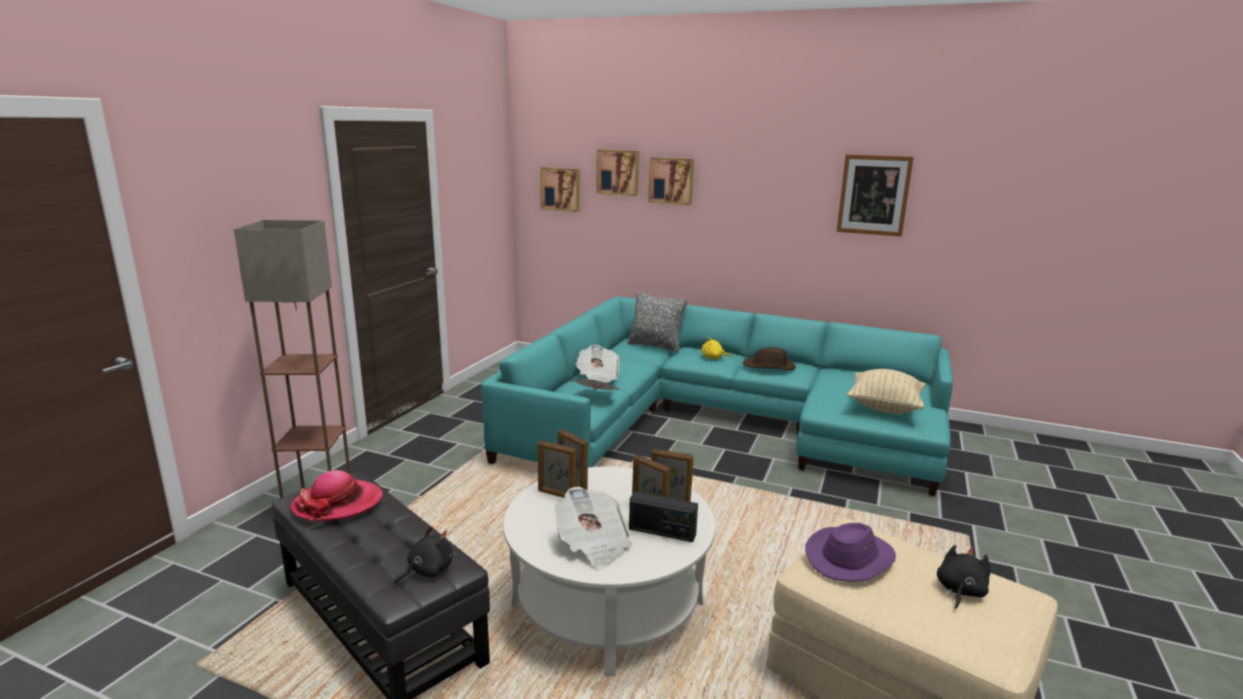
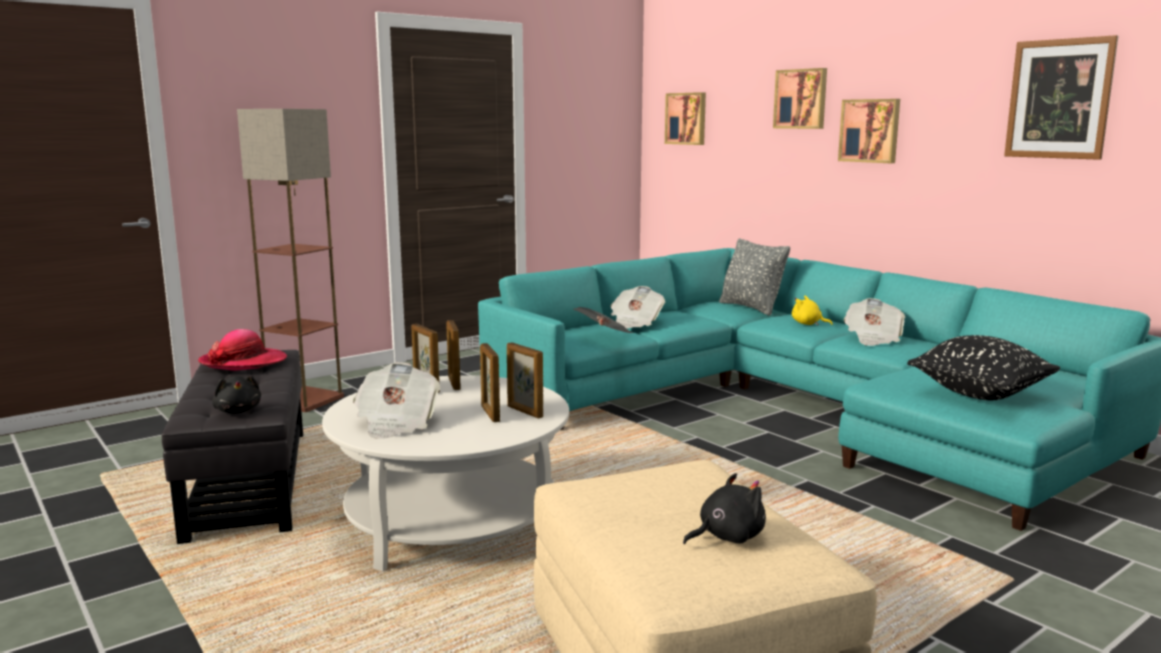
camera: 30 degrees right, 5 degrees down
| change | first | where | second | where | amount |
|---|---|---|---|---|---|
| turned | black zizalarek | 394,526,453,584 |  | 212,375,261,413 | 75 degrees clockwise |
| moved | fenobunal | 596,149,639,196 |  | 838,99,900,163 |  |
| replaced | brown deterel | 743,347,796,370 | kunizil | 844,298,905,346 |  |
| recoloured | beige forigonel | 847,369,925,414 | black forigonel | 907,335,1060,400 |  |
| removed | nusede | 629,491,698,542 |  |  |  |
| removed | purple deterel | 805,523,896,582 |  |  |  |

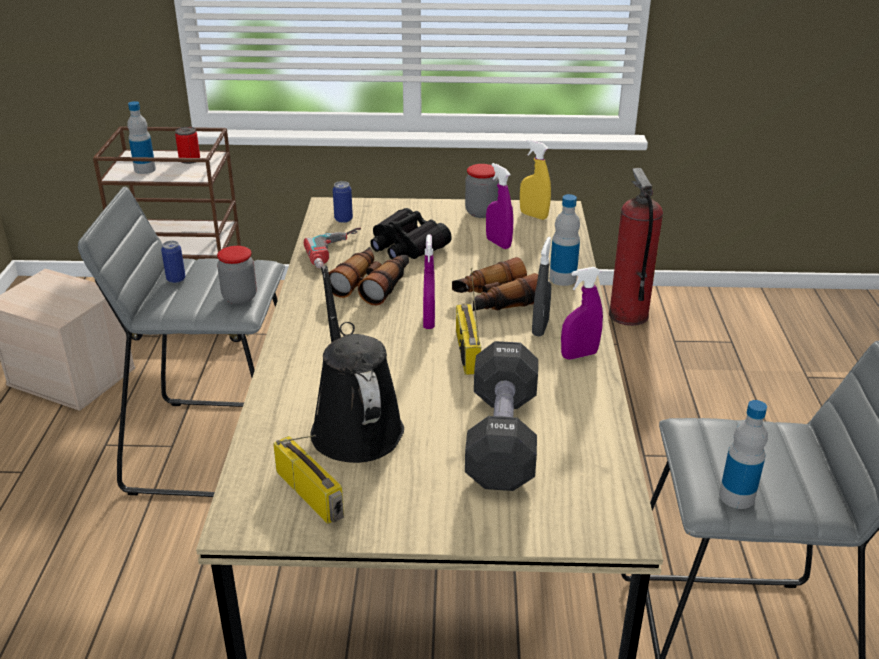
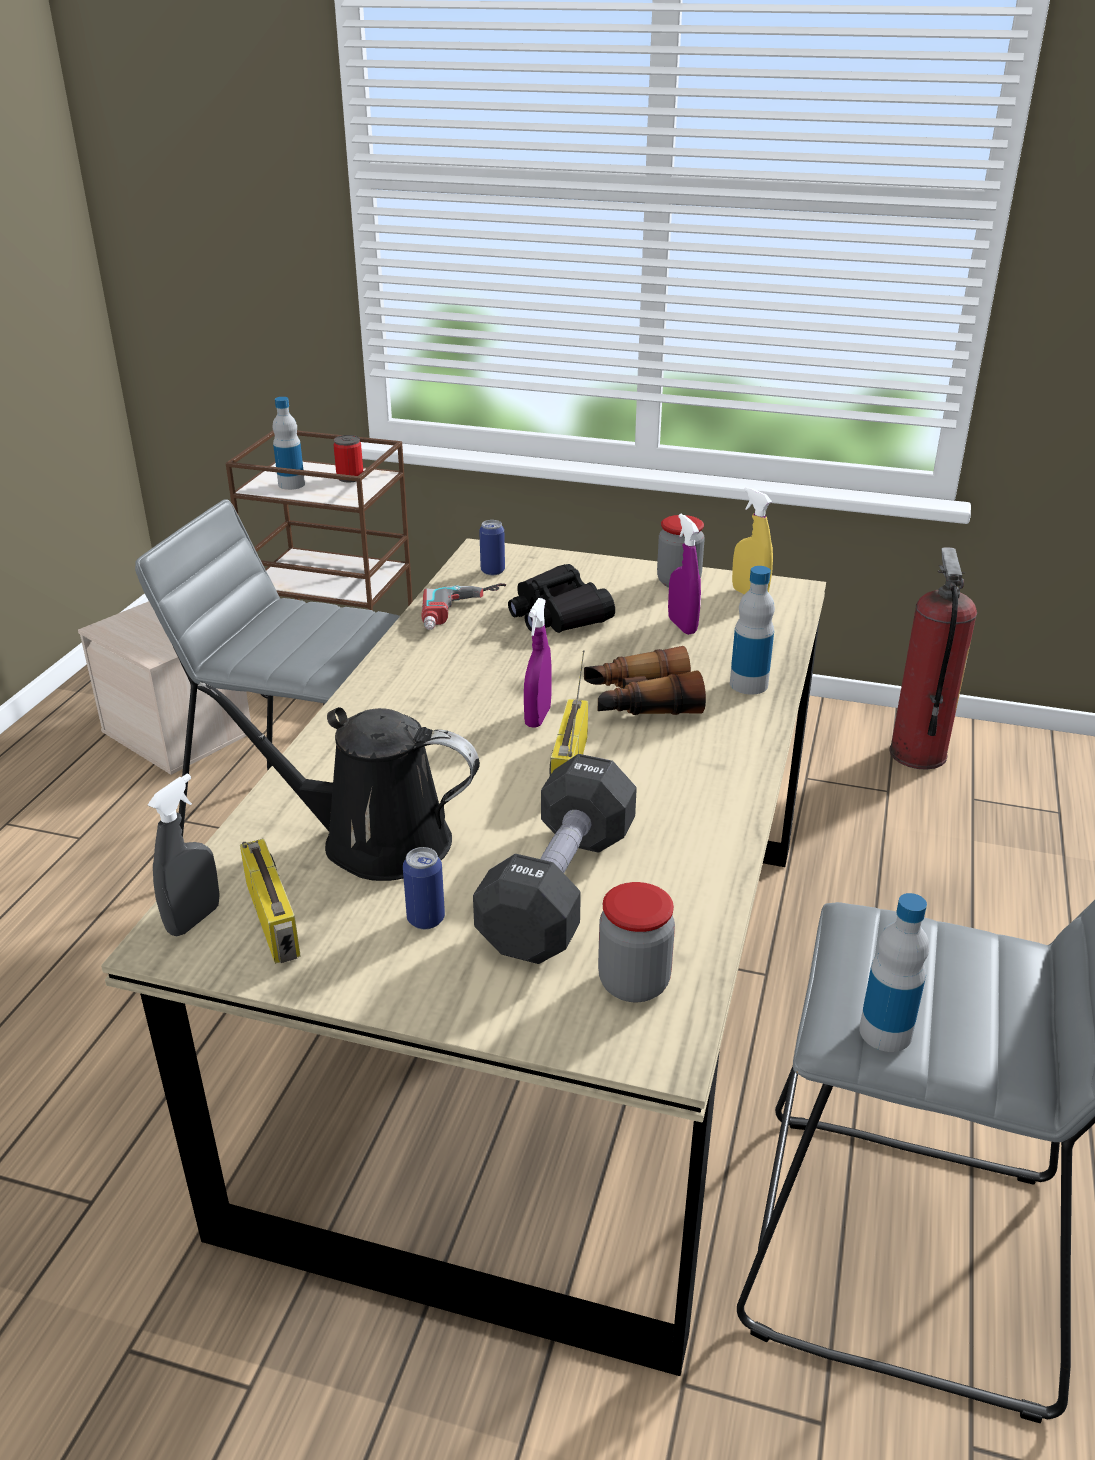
camera: 15 degrees right, 0 degrees up
| change | first | where | second | where | amount |
|---|---|---|---|---|---|
| moved | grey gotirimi | 532,237,551,337 |  | 148,774,220,936 |  |
| turned | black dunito | 311,265,404,463 |  | 197,681,480,881 | 75 degrees counterclockwise |
| moved | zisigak | 161,241,186,283 |  | 403,847,445,929 |  |
| moved | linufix | 217,246,257,304 |  | 598,882,675,1002 |  |
| removed | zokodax | 329,247,409,306 |  |  |  |
| removed | purple gotirimi | 561,267,603,360 |  |  |  |

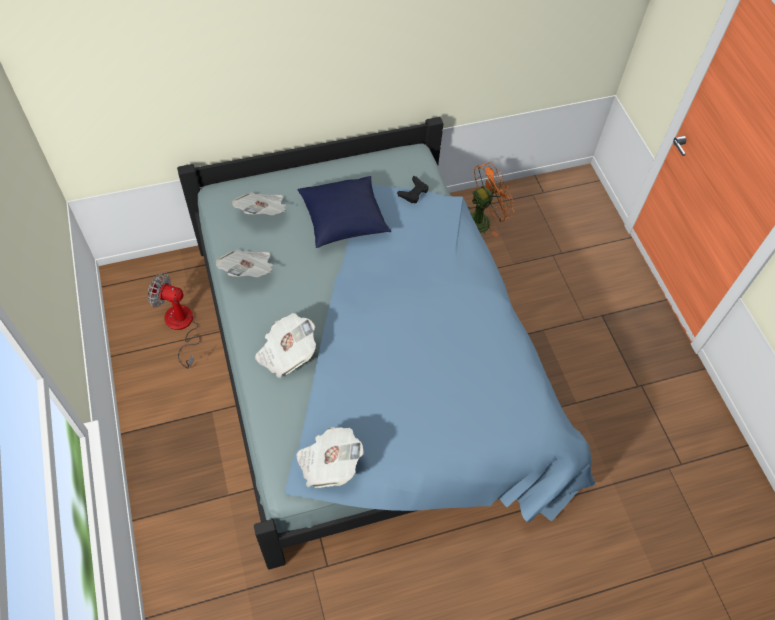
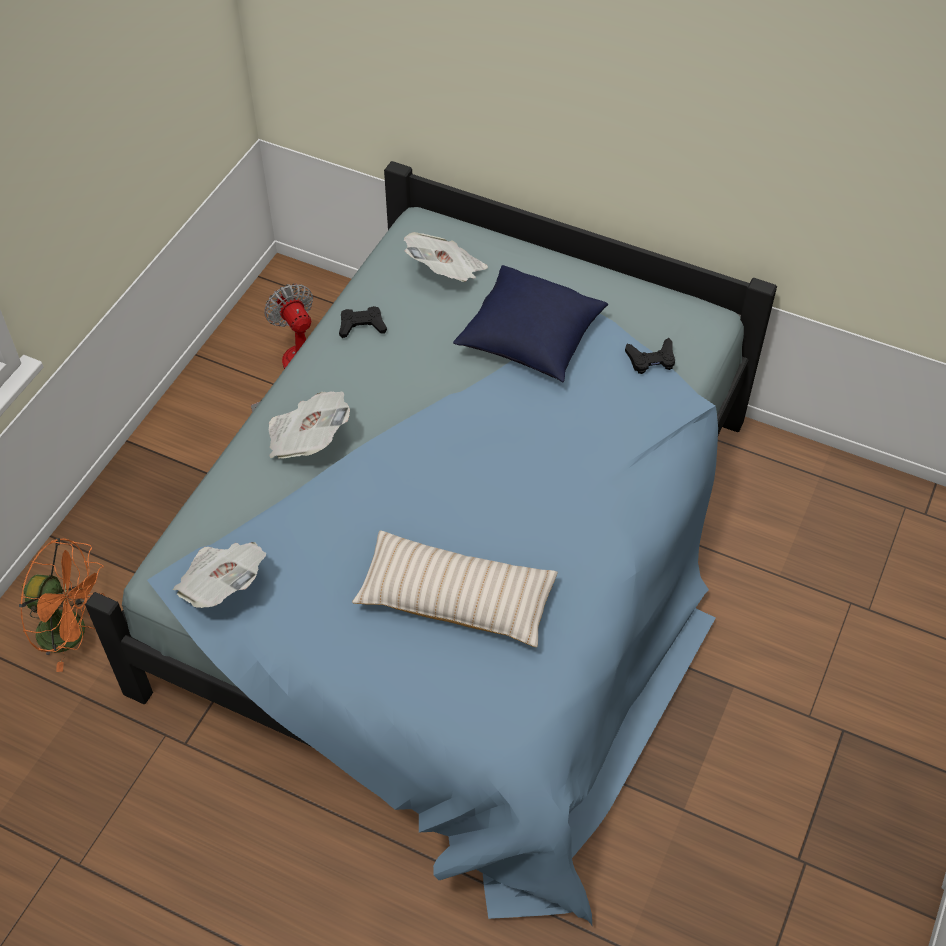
camera: 45 degrees right, 5 degrees down
| change | first | where | second | where | amount |
|---|---|---|---|---|---|
| moved | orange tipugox | 468,162,515,237 |  | 19,538,105,672 |  |
| replaced | kunizil | 216,249,273,277 | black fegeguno | 339,306,387,338 |  |
| added |  |  | beige forigonel | 352,530,558,647 |  |

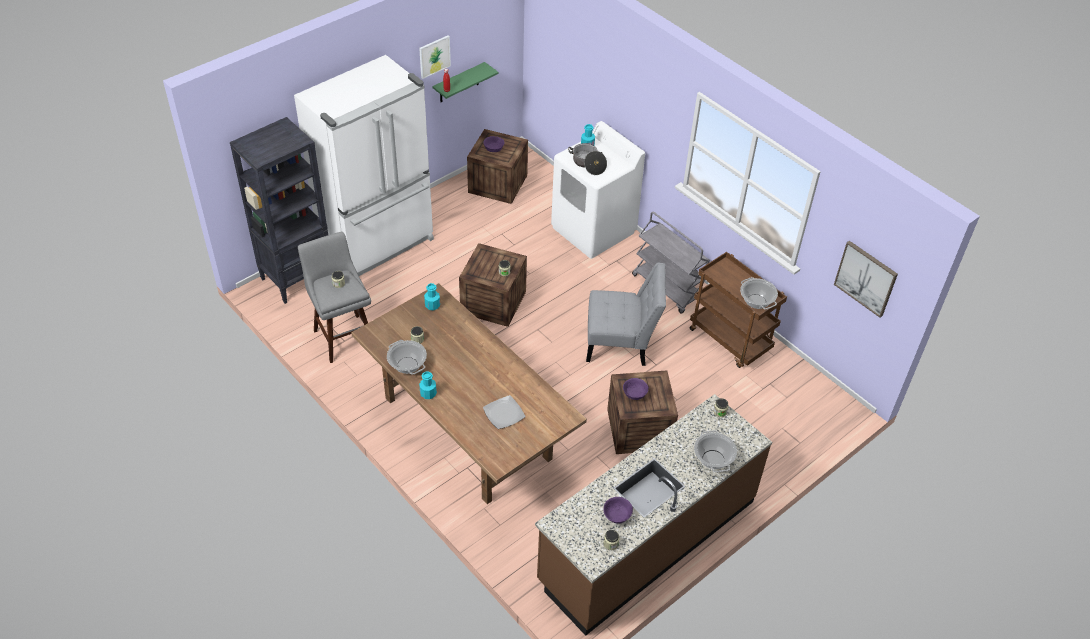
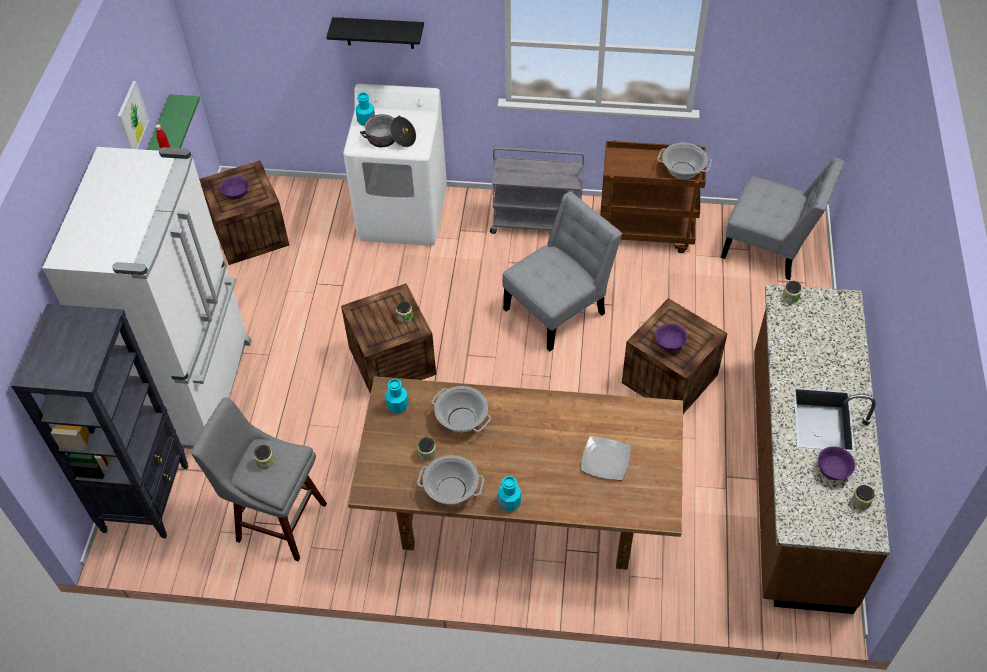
camera: 40 degrees left, 5 degrees up
| change | first | where | second | where | amount |
|---|---|---|---|---|---|
| added |  |  | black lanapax | 326,17,424,49 |  |
| moved | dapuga | 694,430,737,472 |  | 432,386,491,432 |  |
| added |  |  | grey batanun | 721,158,845,280 |  |
| removed | fenobunal | 834,241,898,318 |  |  |  |

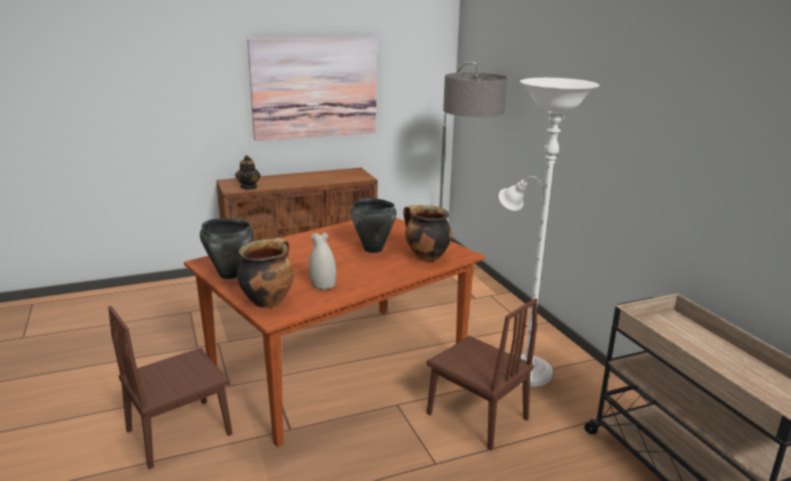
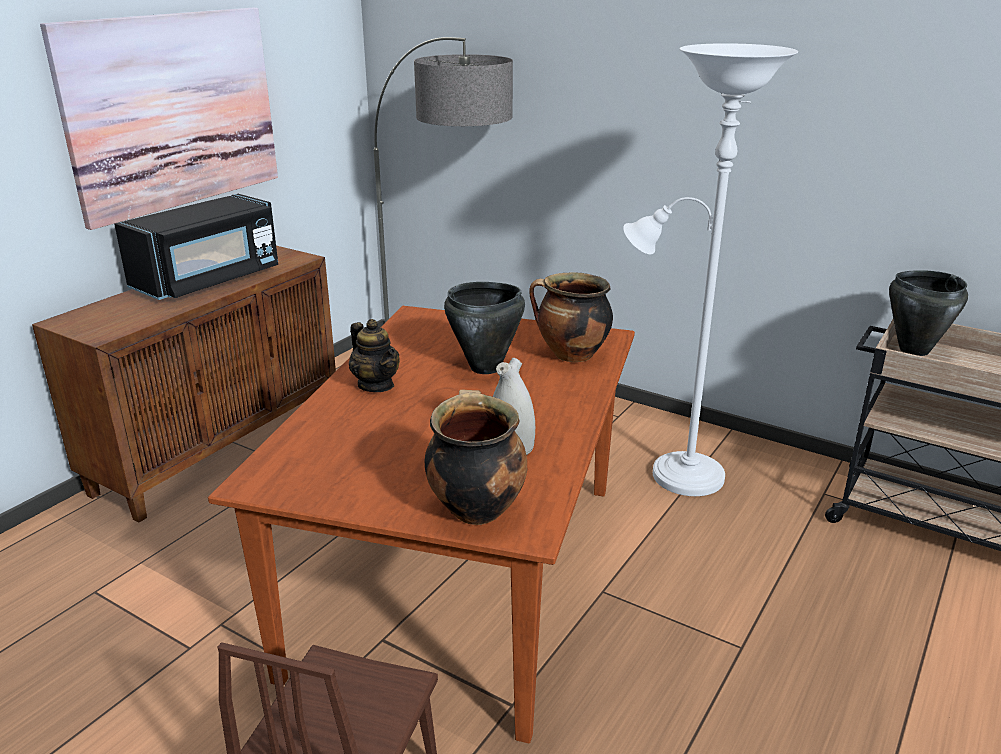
camera: 35 degrees left, 5 degrees up
| change | first | where | second | where | amount |
|---|---|---|---|---|---|
| added |  |  | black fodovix | 114,194,278,300 |  |
| moved | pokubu | 235,155,261,189 |  | 349,319,400,392 |  |
| moved | black dapuga | 200,218,254,279 |  | 889,270,968,356 |  |
| removed | brown batanun | 427,298,538,450 |  |  |  |

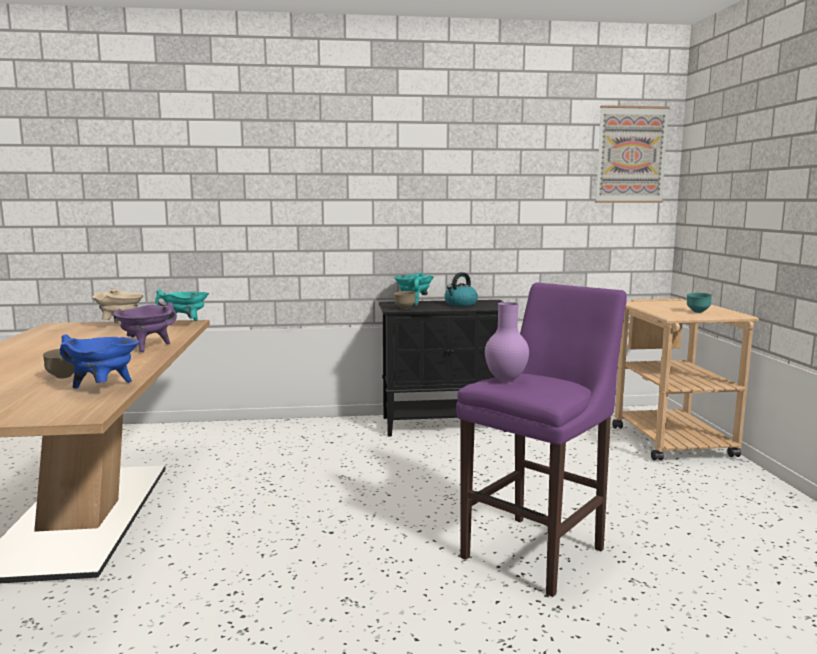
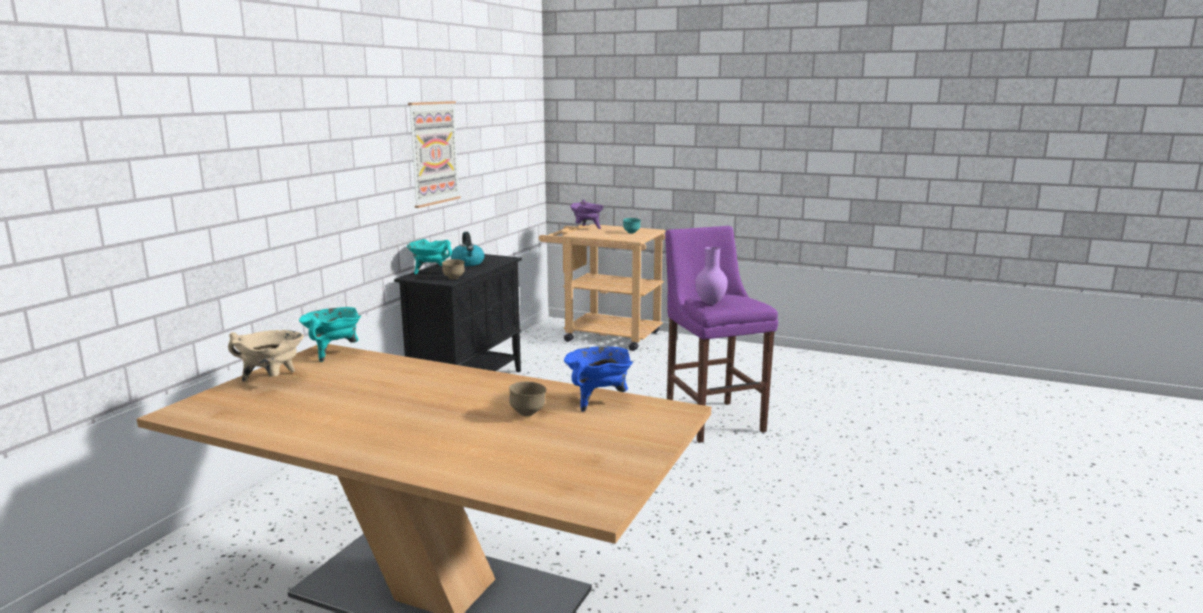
camera: 60 degrees left, 5 degrees up
| change | first | where | second | where | amount |
|---|---|---|---|---|---|
| moved | fenobunal | 595,105,670,203 |  | 408,101,461,208 |  |
| moved | purple dapuga | 113,302,177,352 |  | 570,199,604,229 |  |

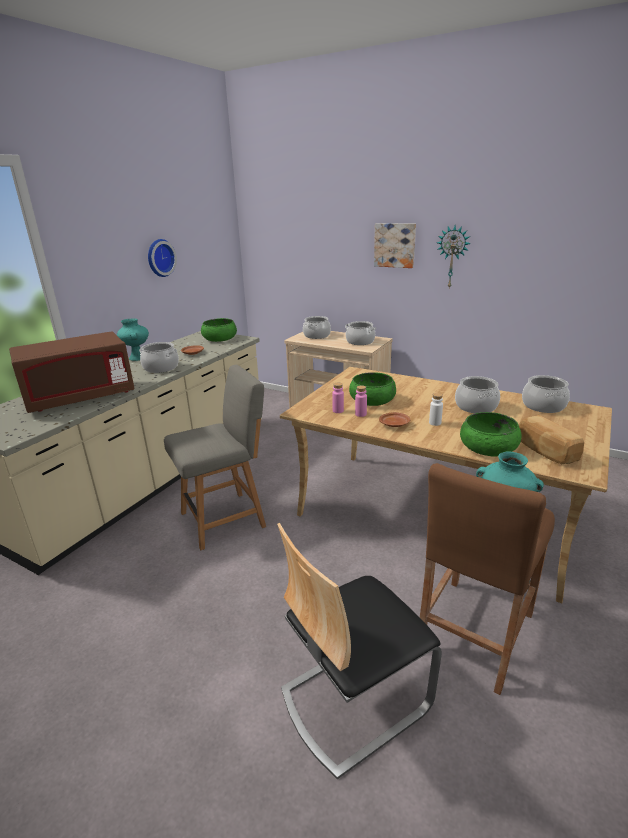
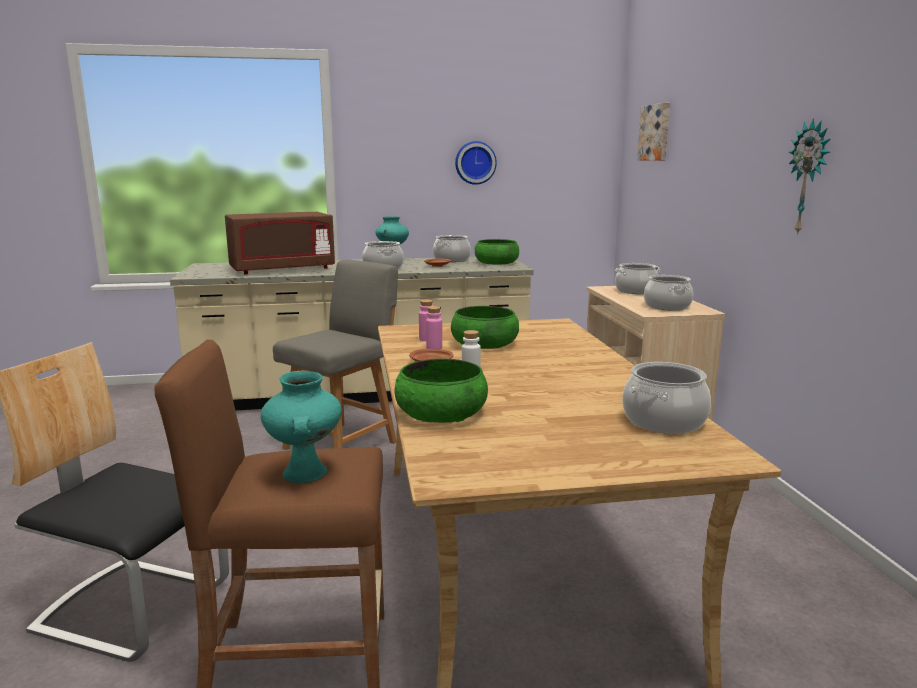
camera: 50 degrees right, 10 degrees down
| change | first | where | second | where | amount |
|---|---|---|---|---|---|
| turned | brown fodovix | 9,331,134,413 |  | 225,212,335,274 | 45 degrees counterclockwise |
| turned | grey batanun | 164,365,266,550 |  | 273,260,398,450 | 75 degrees counterclockwise |
| moved | dapuga | 455,376,500,413 |  | 433,235,471,262 |  |
| moved | fenobunal | 374,223,416,268 |  | 637,102,670,161 |  |
| removed | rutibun | 519,415,584,464 |  |  |  |

